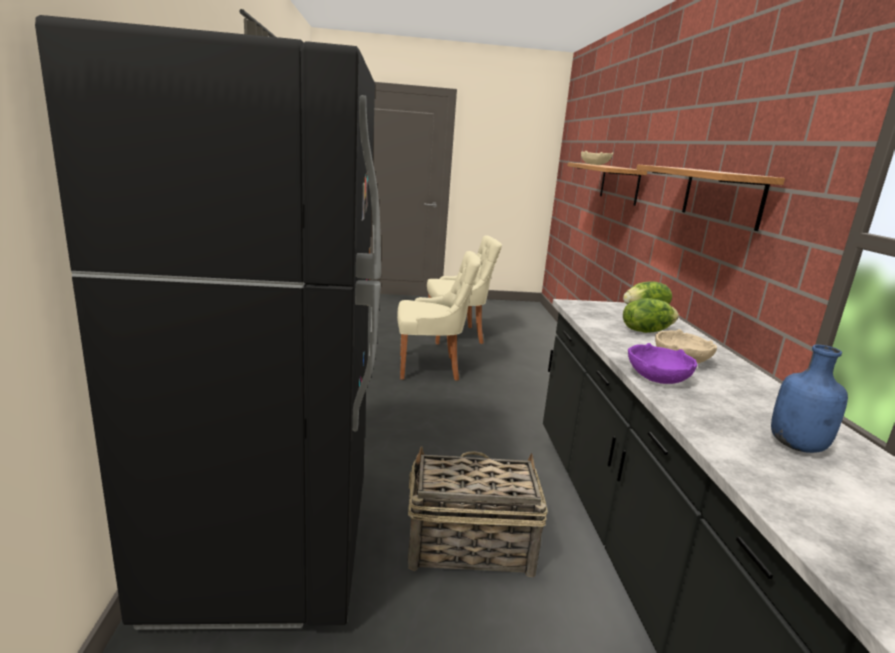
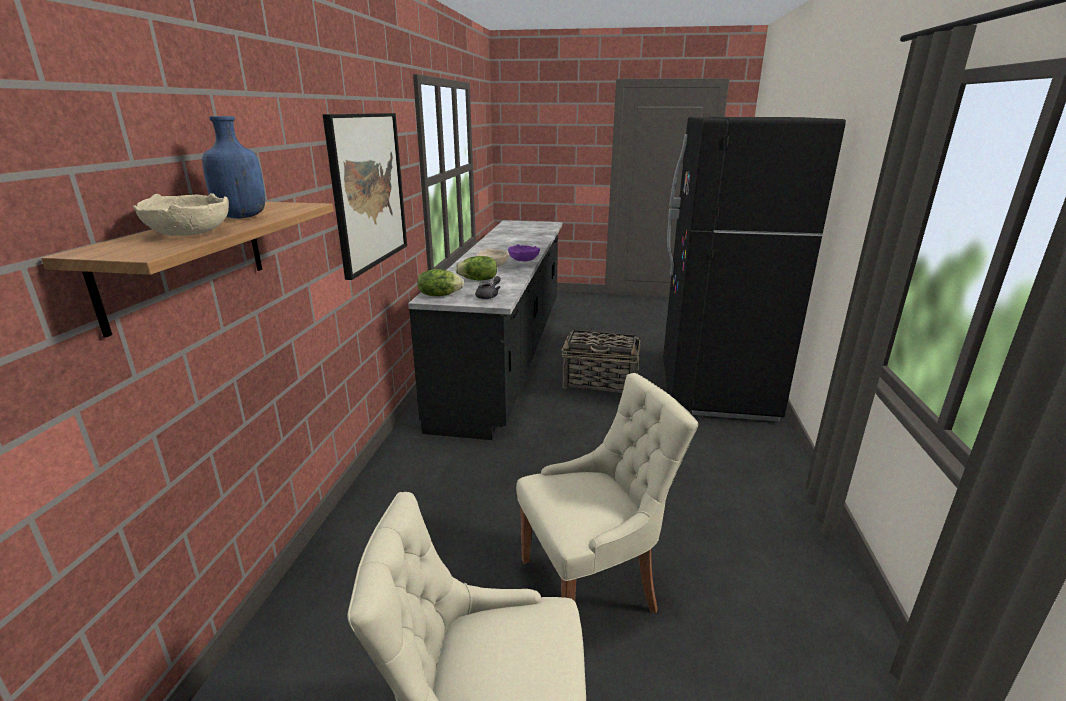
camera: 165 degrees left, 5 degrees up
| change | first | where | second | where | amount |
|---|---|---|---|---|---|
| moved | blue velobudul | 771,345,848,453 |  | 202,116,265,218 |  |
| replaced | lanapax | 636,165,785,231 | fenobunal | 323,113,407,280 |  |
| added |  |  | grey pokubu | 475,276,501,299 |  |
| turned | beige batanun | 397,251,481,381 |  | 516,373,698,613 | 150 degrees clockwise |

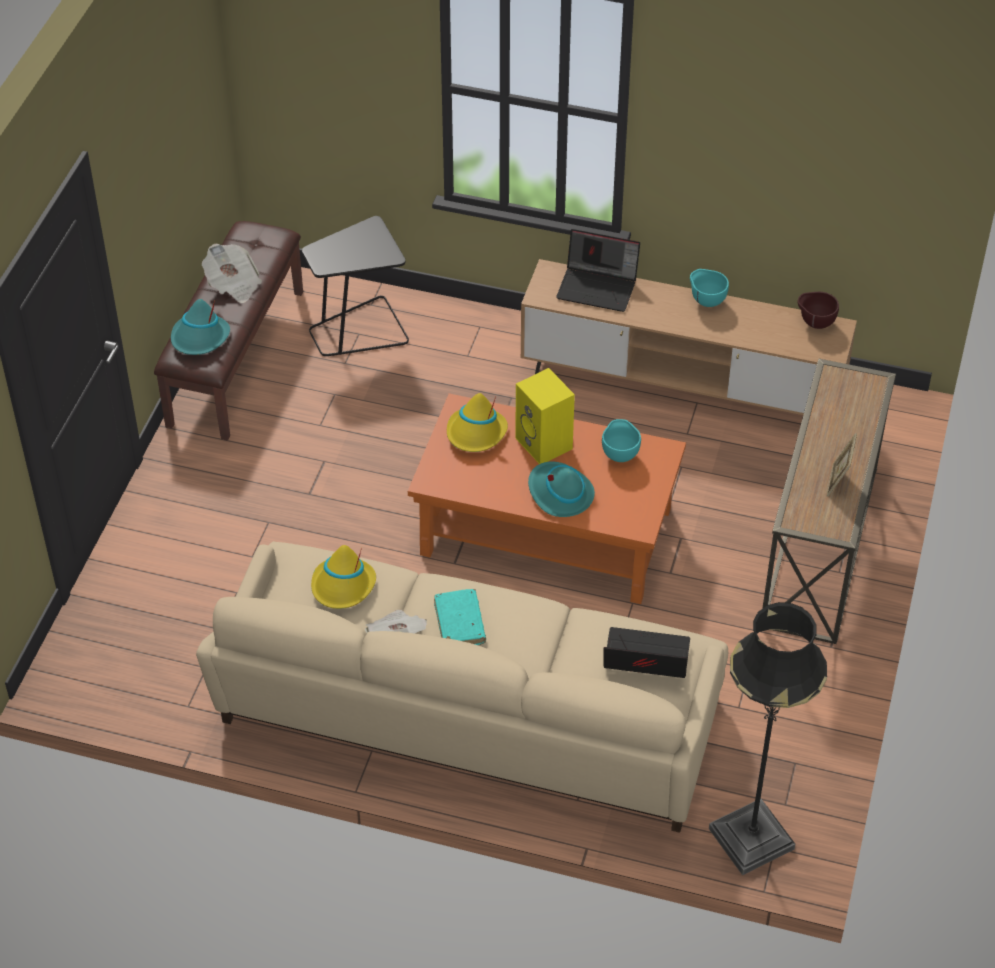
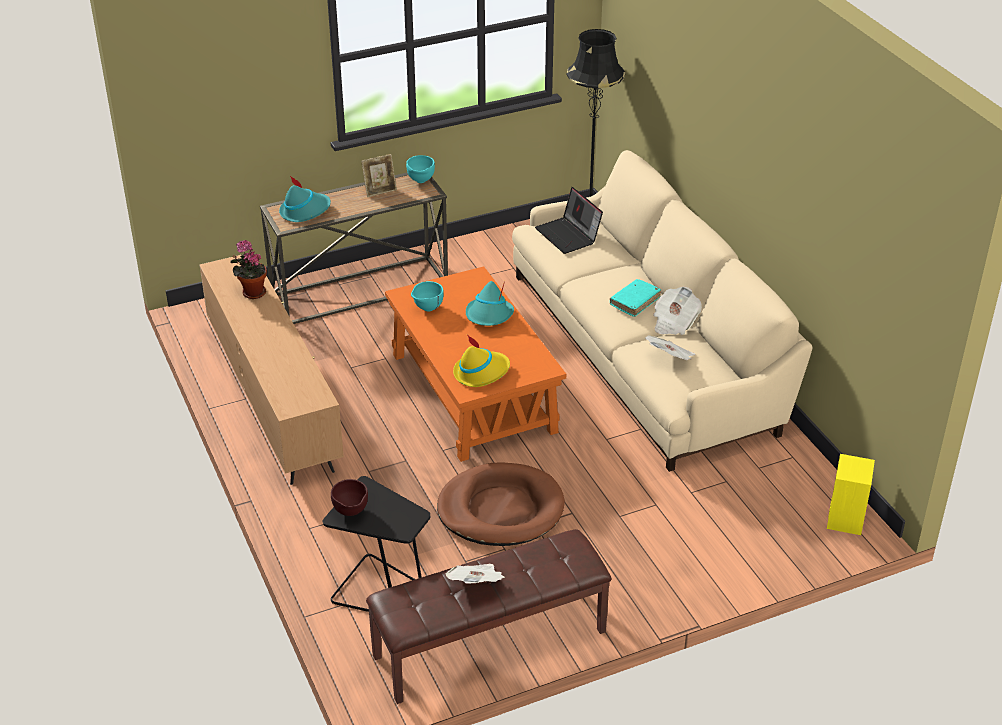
camera: 130 degrees left, 10 degrees down
| change | first | where | second | where | amount |
|---|---|---|---|---|---|
| added |  |  | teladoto | 230,240,267,299 |  |
| moved | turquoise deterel | 171,299,230,355 |  | 279,176,331,222 |  |
| moved | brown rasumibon | 797,292,839,329 |  | 331,479,368,516 |  |
| moved | turquoise rasumibon | 690,269,729,307 |  | 406,155,435,183 |  |
| added |  |  | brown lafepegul | 437,462,565,546 |  |
| replaced | yellow deterel | 311,545,376,609 | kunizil | 645,335,695,361 |  |
| moved | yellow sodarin | 515,368,575,464 |  | 827,454,875,535 |  |
| removed | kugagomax | 556,229,640,312 |  |  |  |

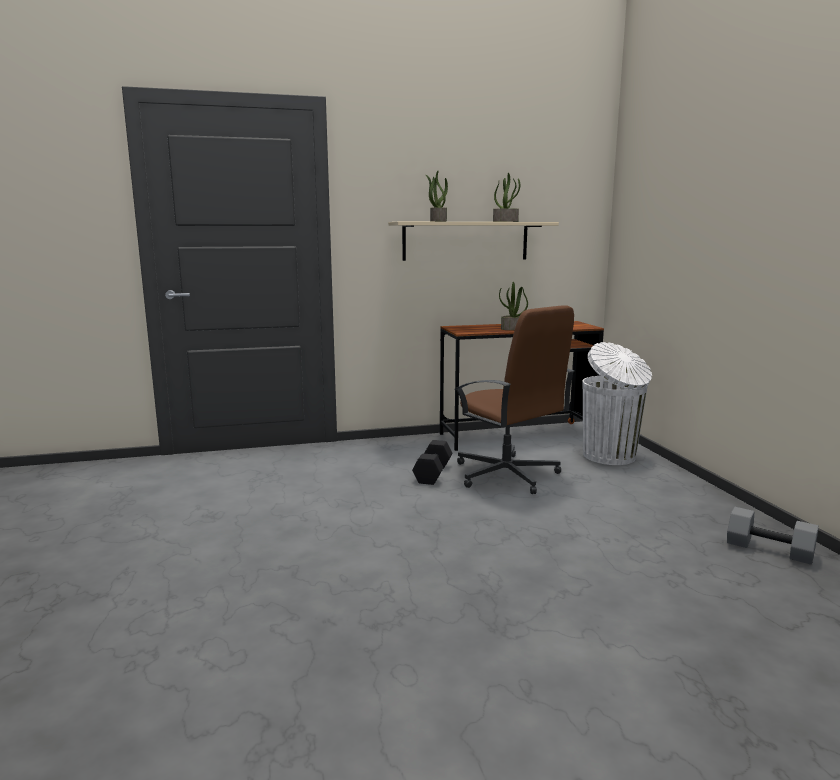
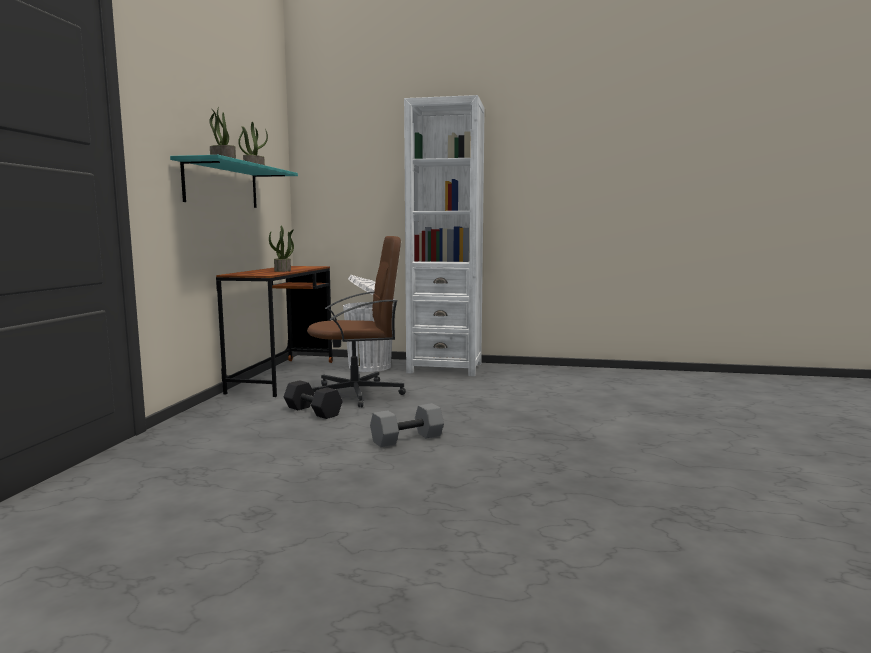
camera: 65 degrees left, 5 degrees down
| change | first | where | second | where | amount |
|---|---|---|---|---|---|
| recoloured | beige lanapax | 388,222,559,261 | turquoise lanapax | 170,155,298,208 |  |
| moved | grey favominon | 727,507,819,565 |  | 370,403,444,447 |  |
| added |  |  | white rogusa | 404,95,485,376 |  |

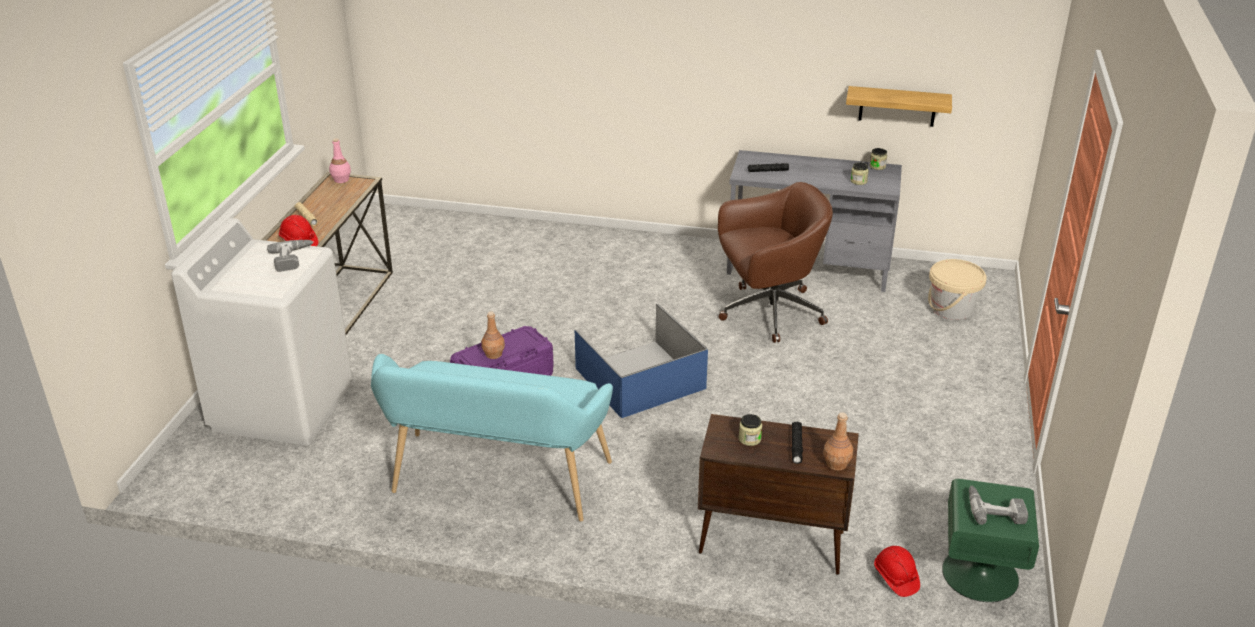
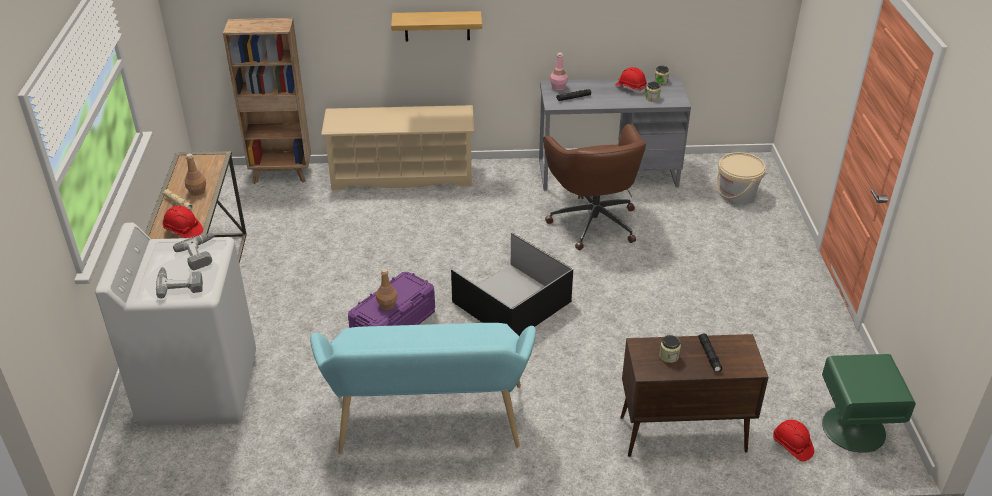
camera: 15 degrees left, 5 degrees up
| change | first | where | second | where | amount |
|---|---|---|---|---|---|
| moved | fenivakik | 969,486,1028,525 |  | 156,267,203,299 |  |
| moved | brown velobudul | 823,412,853,470 |  | 184,153,206,196 |  |
| added |  |  | brown rogusa | 223,18,311,184 |  |
| added |  |  | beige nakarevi | 321,105,474,190 |  |
| moved | lanapax | 846,86,952,127 |  | 391,11,482,42 |  |
| recoloured | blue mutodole | 575,304,708,418 | black mutodole | 451,232,573,336 |  |
| turned | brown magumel | 718,182,833,343 |  | 543,124,646,250 | 105 degrees clockwise |
| moved | pink velobudul | 329,138,351,183 |  | 550,53,568,91 |  |
| added |  |  | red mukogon | 615,67,647,94 |  |

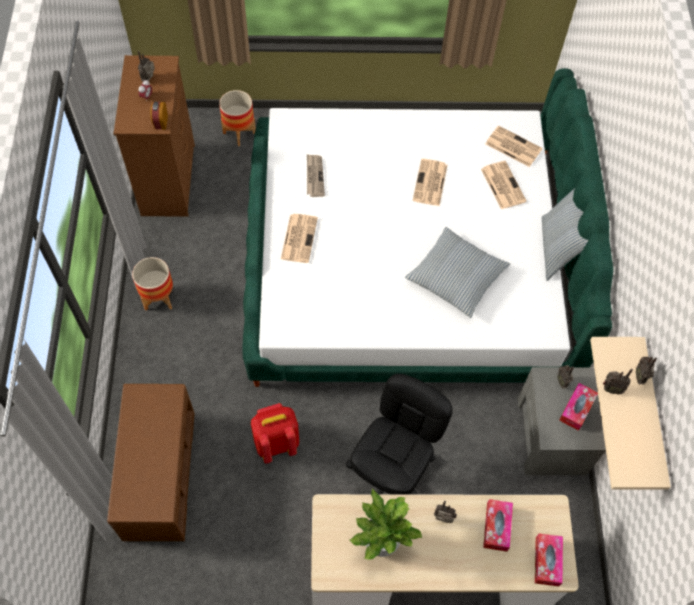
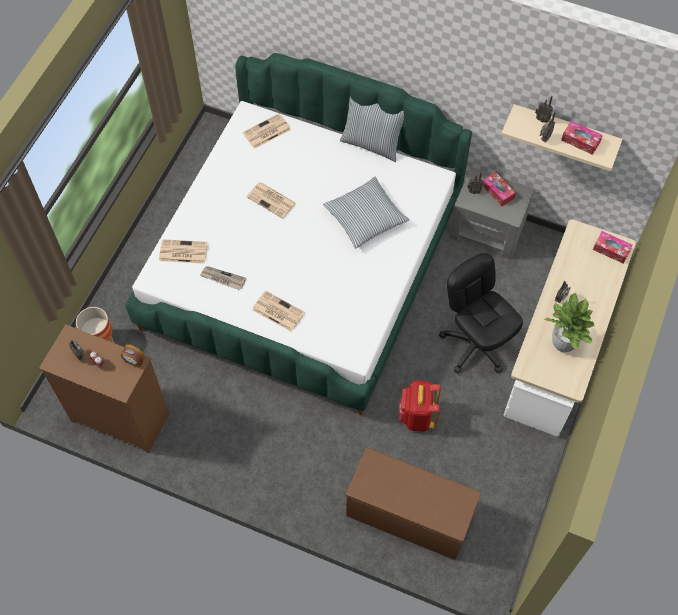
camera: 65 degrees left, 0 degrees up
| change | first | where | second | where | amount |
|---|---|---|---|---|---|
| moved | kunizil | 481,161,527,209 |  | 159,239,208,264 |  |
| moved | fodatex | 483,499,513,551 |  | 561,121,603,155 |  |
| removed | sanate | 132,257,173,311 |  |  |  |

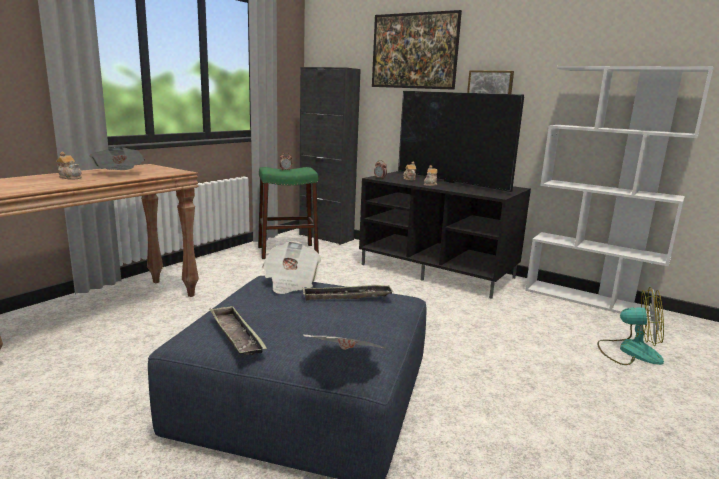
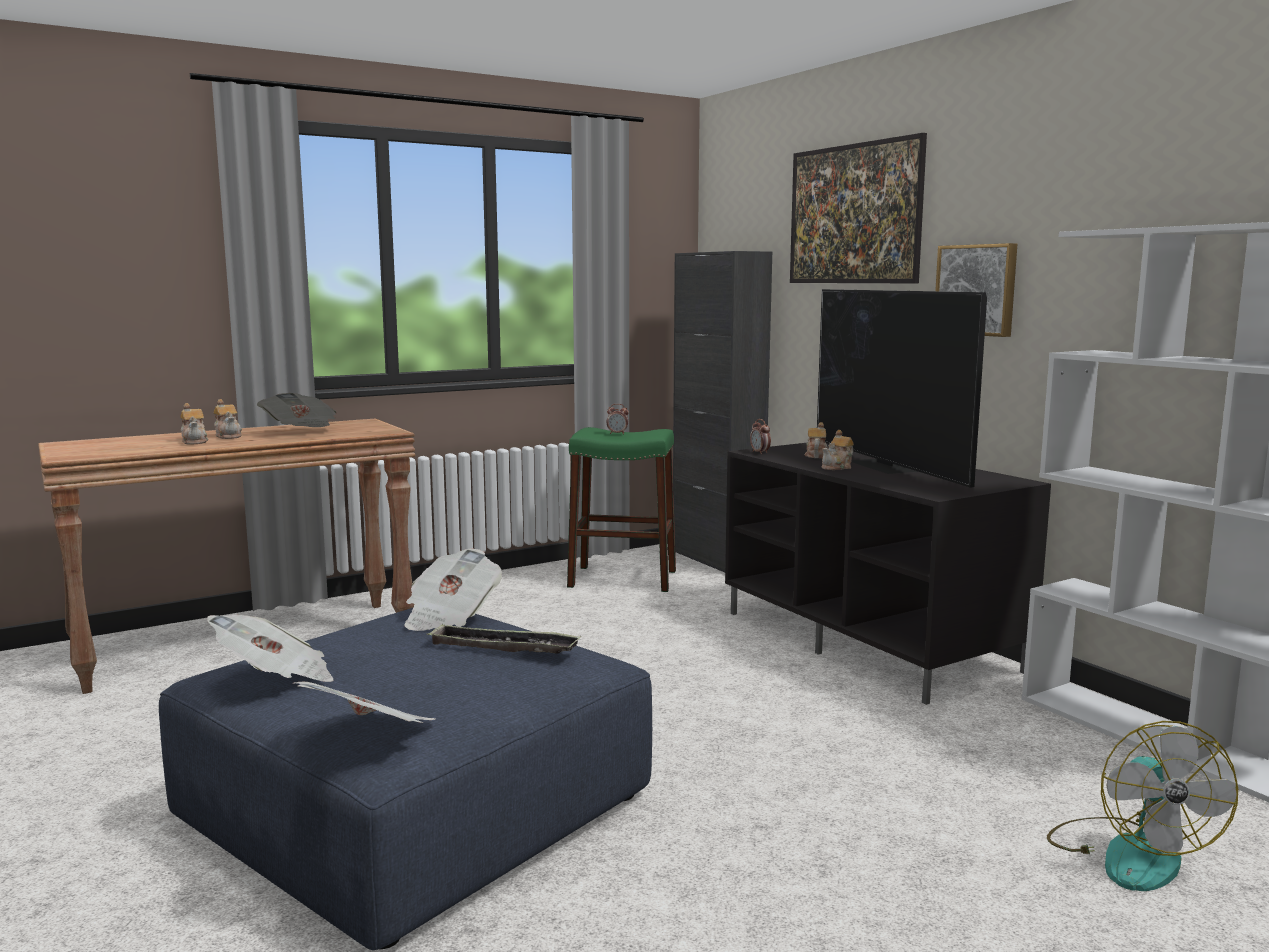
camera: 25 degrees right, 5 degrees down
| change | first | where | second | where | amount |
|---|---|---|---|---|---|
| added |  |  | pokubu | 180,403,209,445 |  |
| replaced | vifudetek | 209,306,267,355 | kunizil | 206,615,334,682 |  |
| turned | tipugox | 597,287,664,365 |  | 1047,721,1238,891 | 45 degrees clockwise |

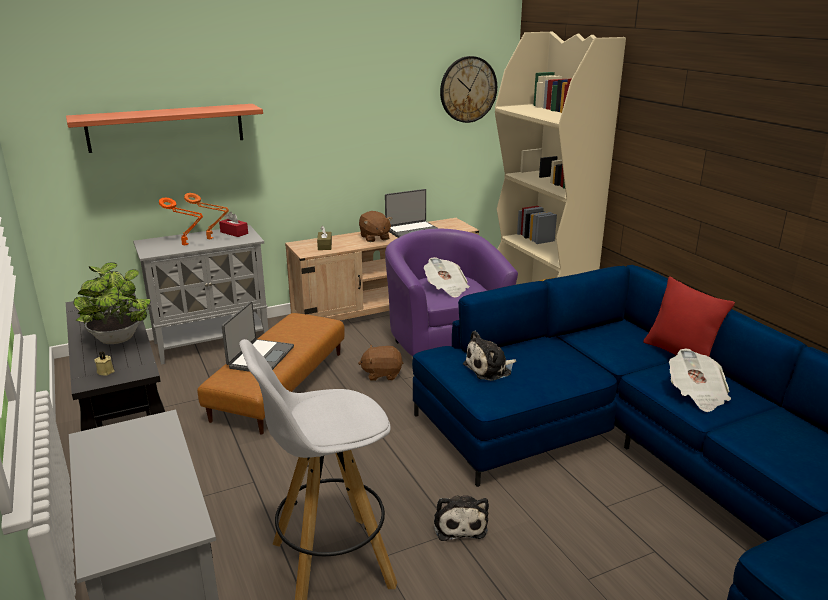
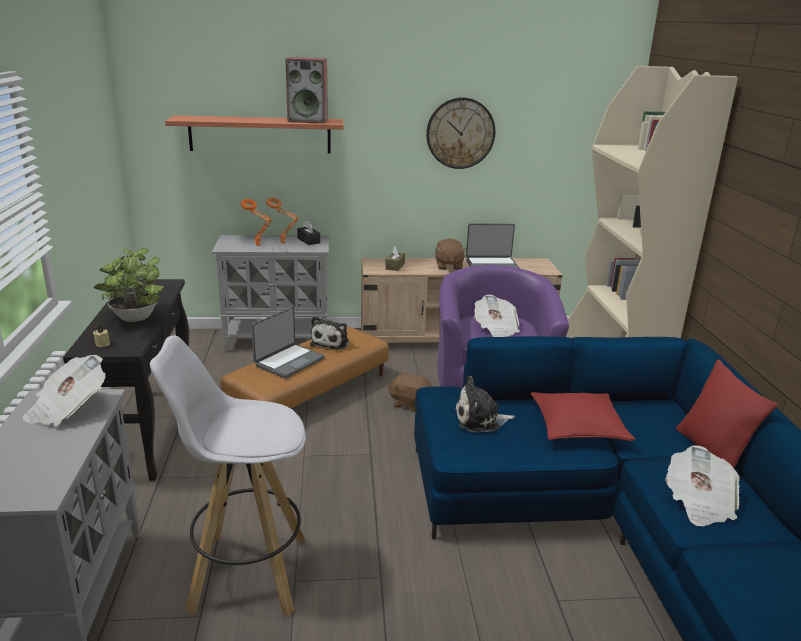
camera: 20 degrees right, 0 degrees up
| change | first | where | second | where | amount |
|---|---|---|---|---|---|
| added |  |  | kunizil | 22,355,105,426 |  |
| added |  |  | sodarin | 285,57,328,123 |  |
| recoloured | red fodatex | 219,212,248,237 | black fodatex | 297,220,320,245 |  |
| moved | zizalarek | 434,495,489,541 |  | 310,316,349,350 |  |
| moved | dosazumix | 440,56,497,123 |  | 426,97,495,169 |  |
| added |  |  | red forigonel | 531,392,635,441 |  |

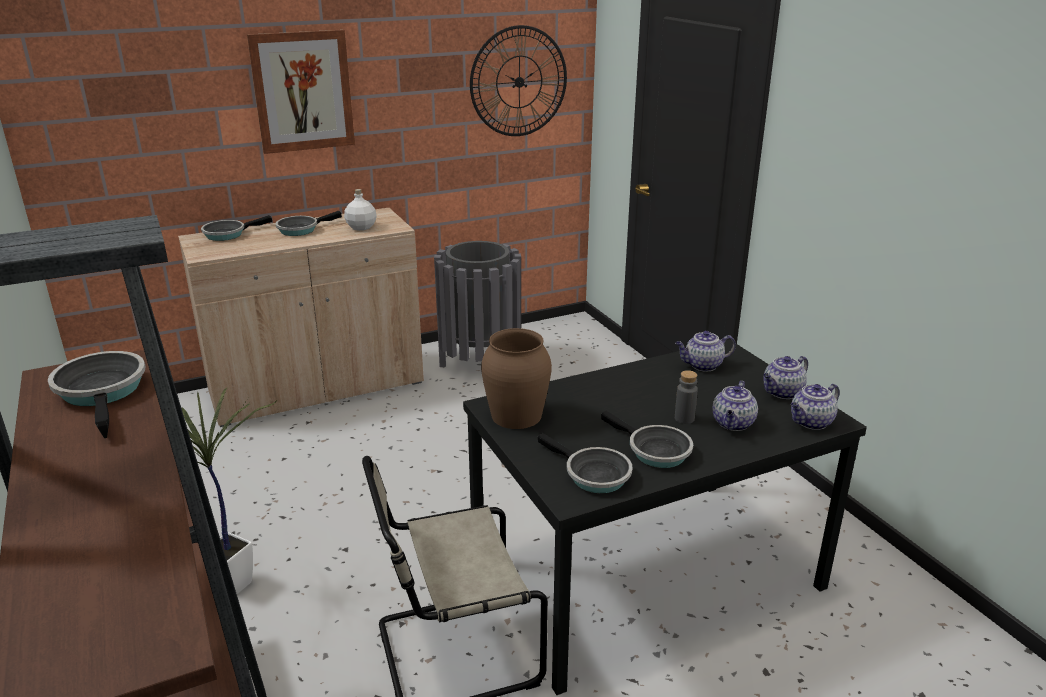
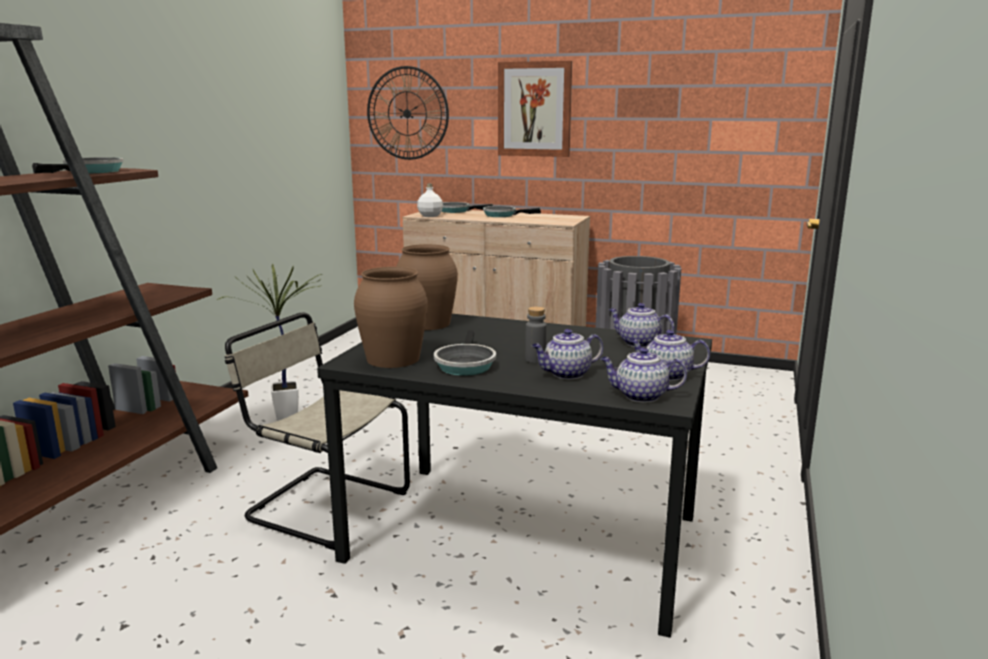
camera: 45 degrees right, 10 degrees down
| change | first | where | second | where | amount |
|---|---|---|---|---|---|
| replaced | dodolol | 538,433,633,493 | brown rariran | 354,267,427,368 |  |
| moved | dosazumix | 470,25,567,136 |  | 367,66,449,160 |  |
| moved | white velobudul | 344,189,377,231 |  | 417,184,443,217 |  |

